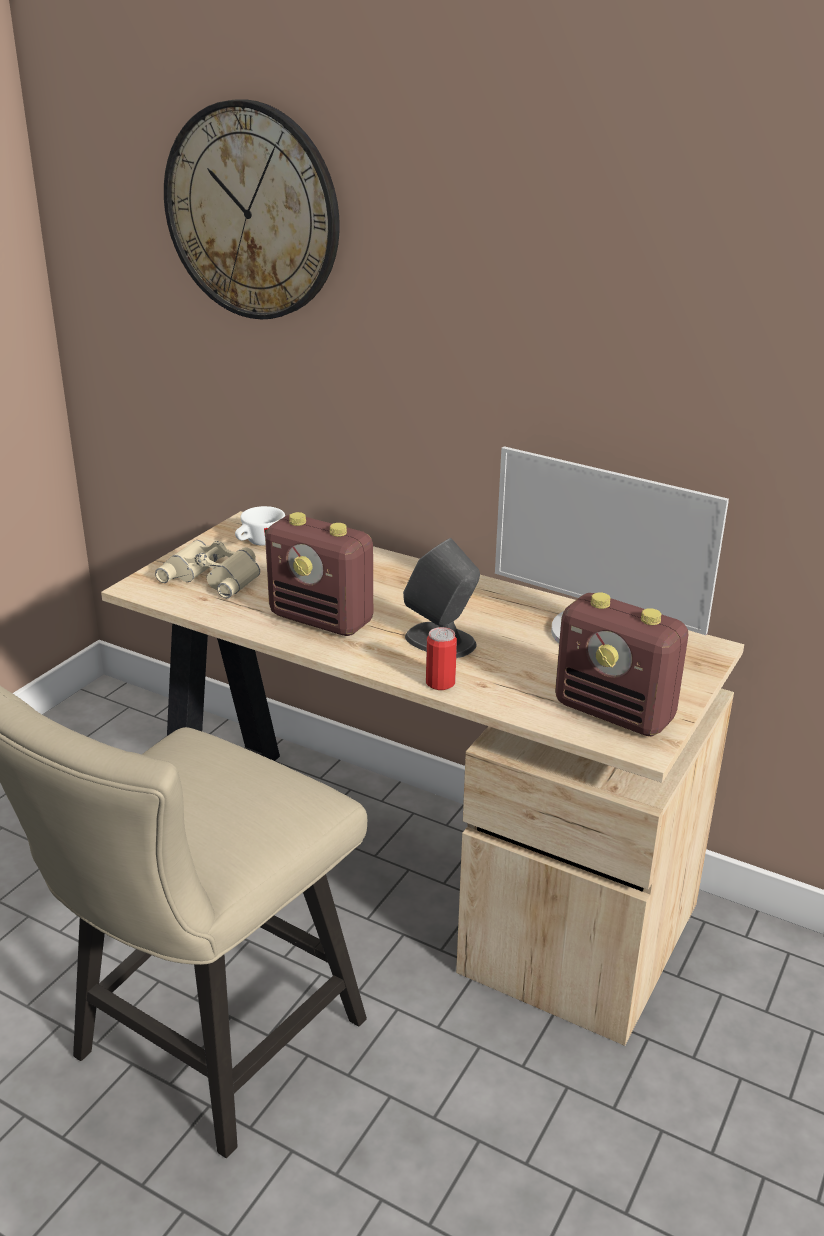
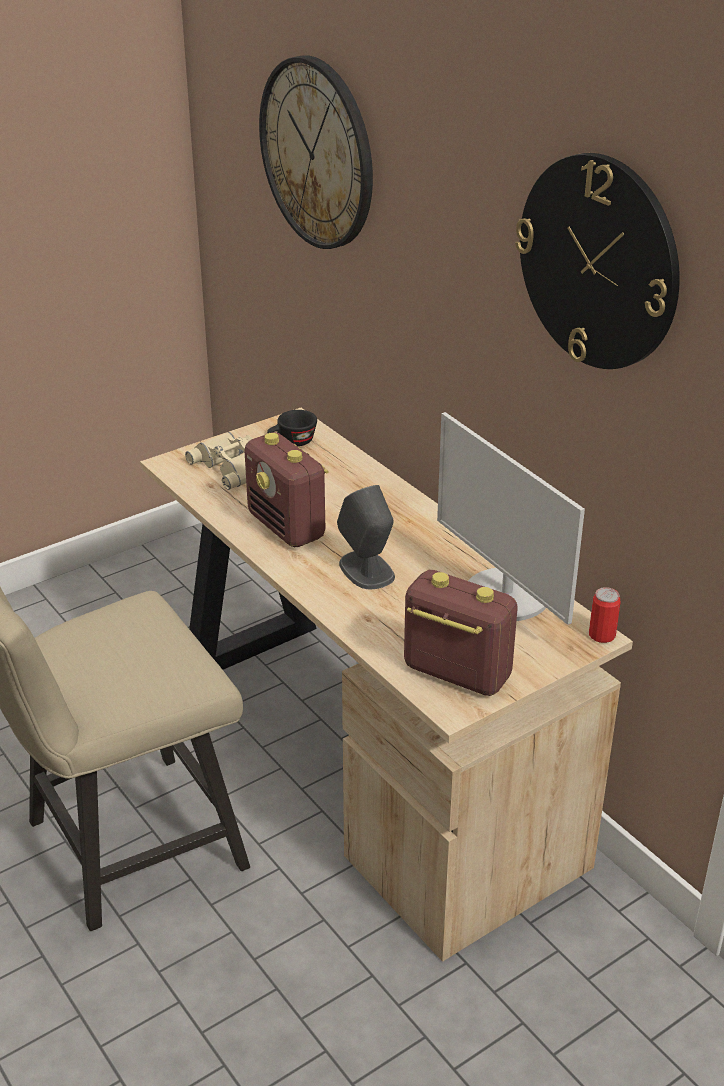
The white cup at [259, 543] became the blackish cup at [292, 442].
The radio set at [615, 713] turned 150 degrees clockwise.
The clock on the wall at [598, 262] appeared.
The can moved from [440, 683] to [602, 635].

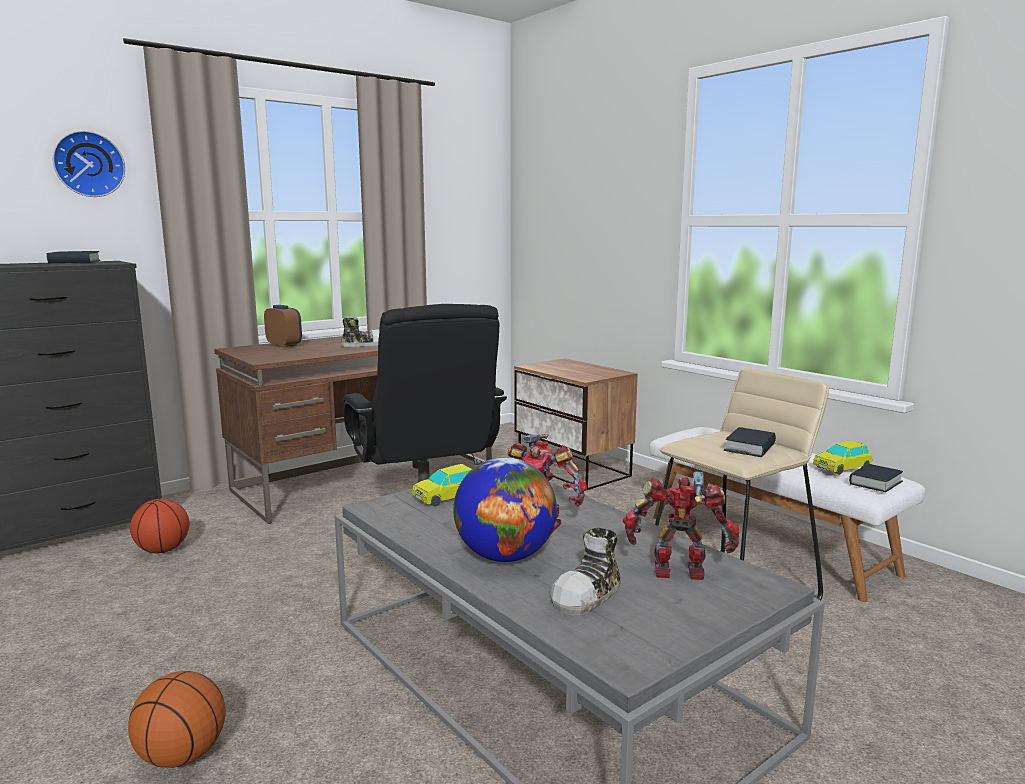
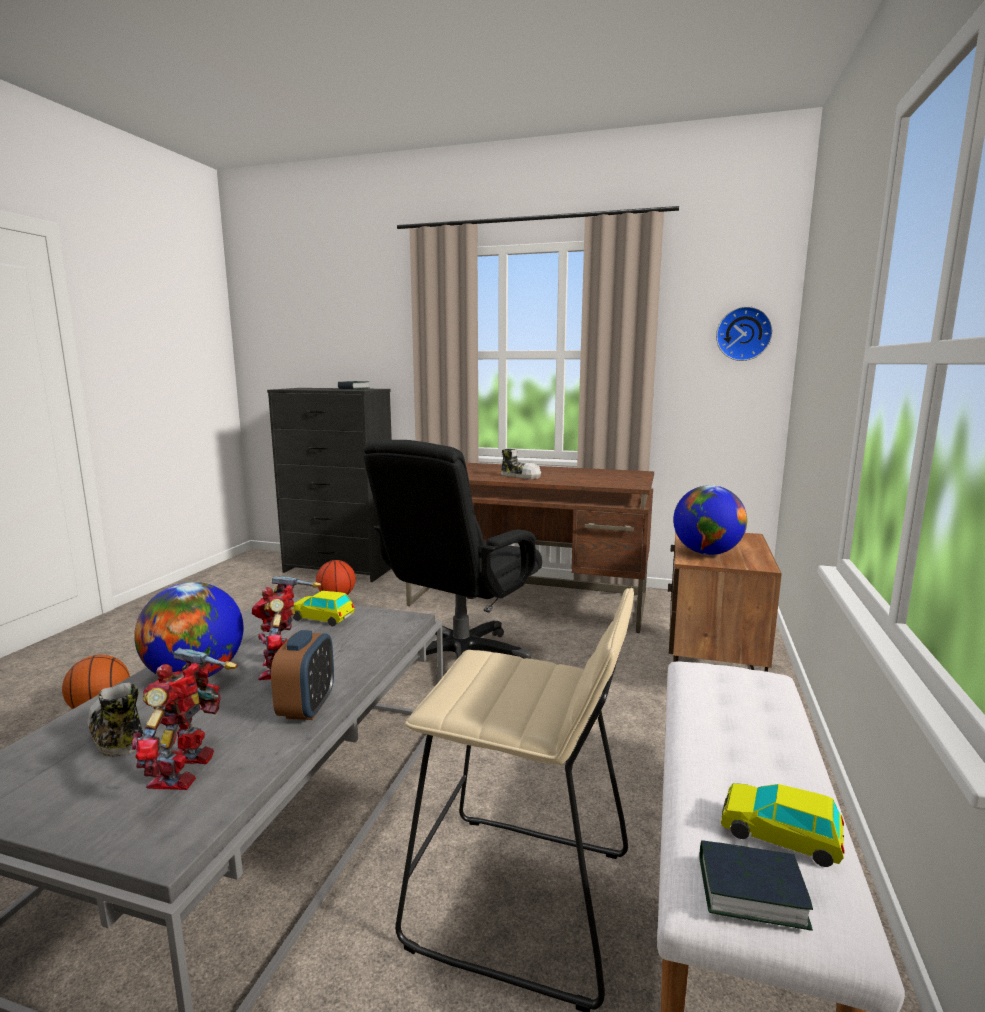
The item of footwear at [588, 595] turned 45 degrees clockwise.
The toy robot at [679, 573] turned 150 degrees counterclockwise.
The table clock moved from [284, 345] to [307, 708].
The desk globe at [706, 553] appeared.
The clock on the wall moved from [88, 164] to [743, 334].
The volume at [750, 448] disappeared.

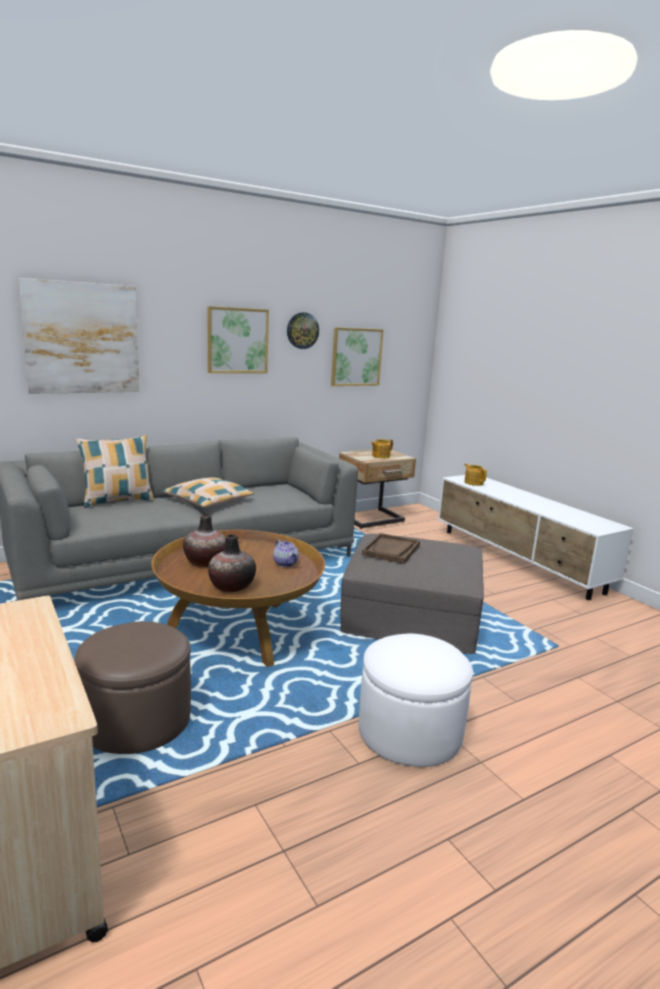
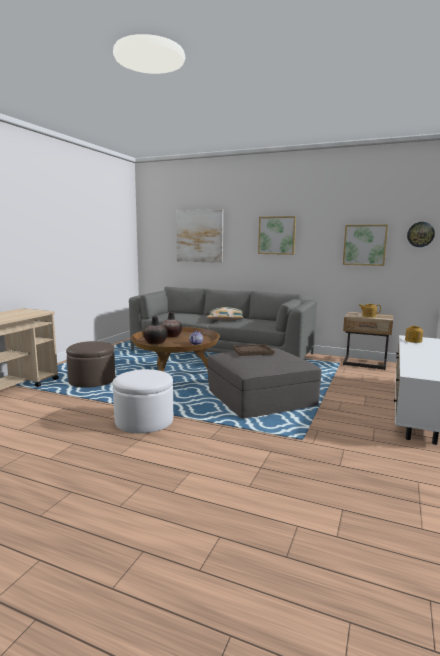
The clock on the wall moved from [302, 330] to [420, 234].
The cushion at [117, 501] disappeared.

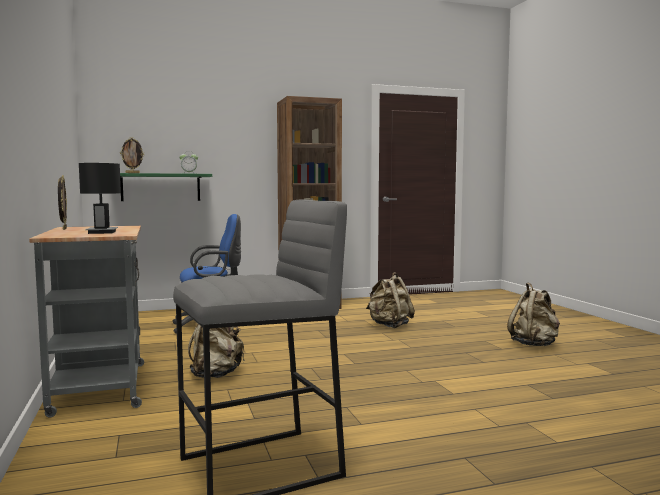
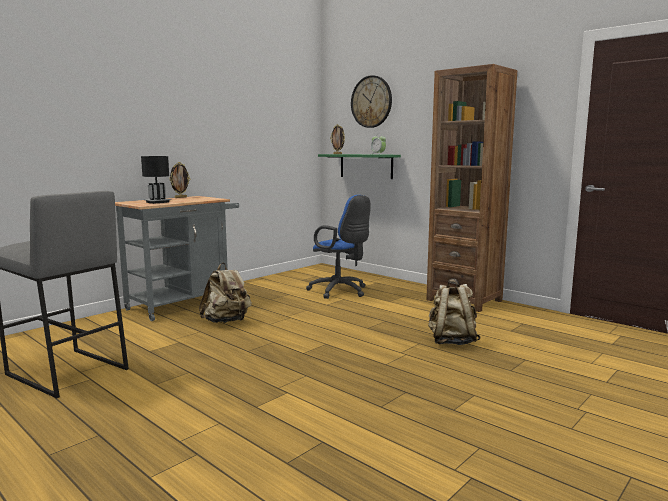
The clock on the wall at [371, 102] appeared.
The beige-coloured backpack at [534, 345] disappeared.

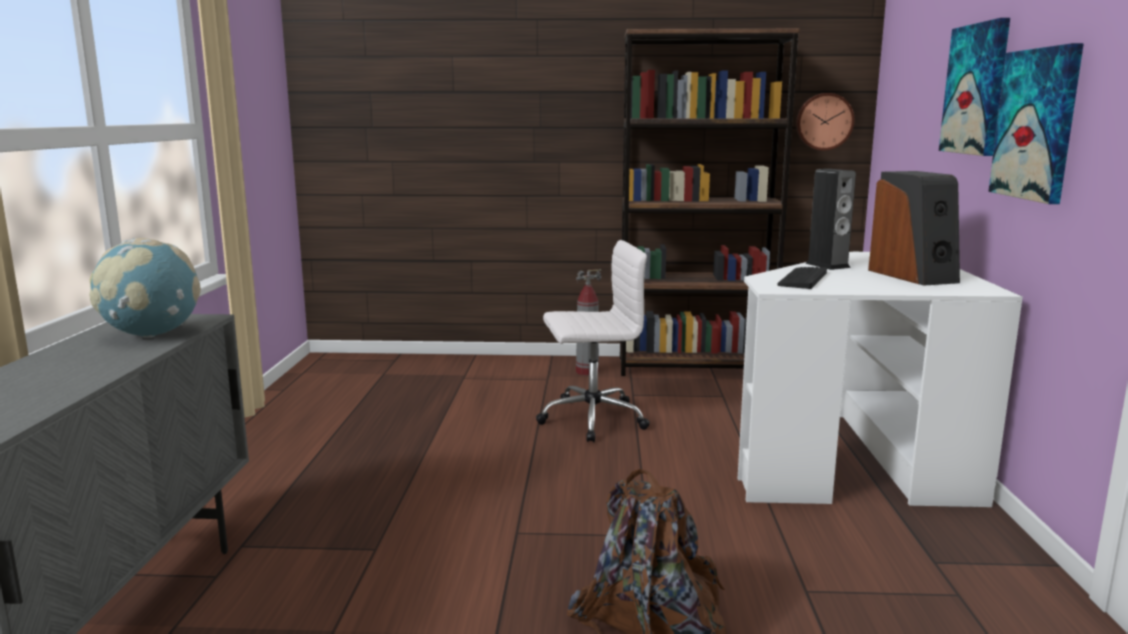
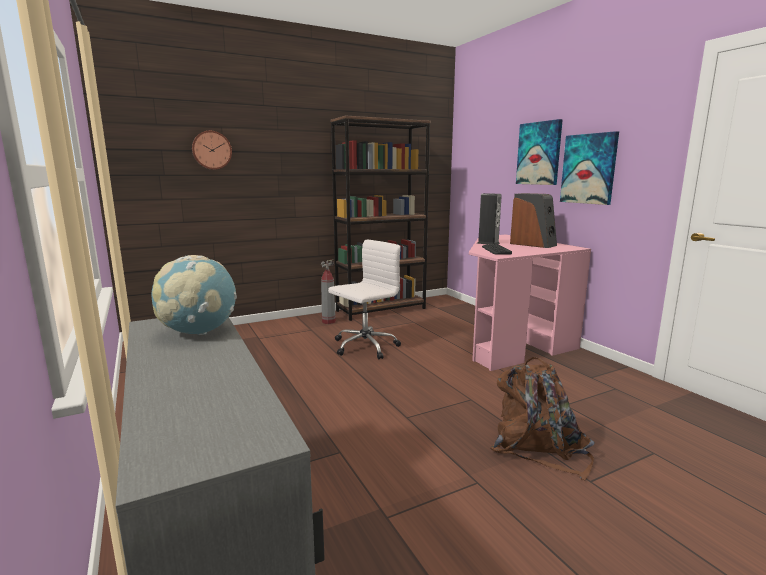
The clock on the wall moved from [824, 121] to [211, 150].
The white desk unit at [856, 461] became the pink desk unit at [508, 340].

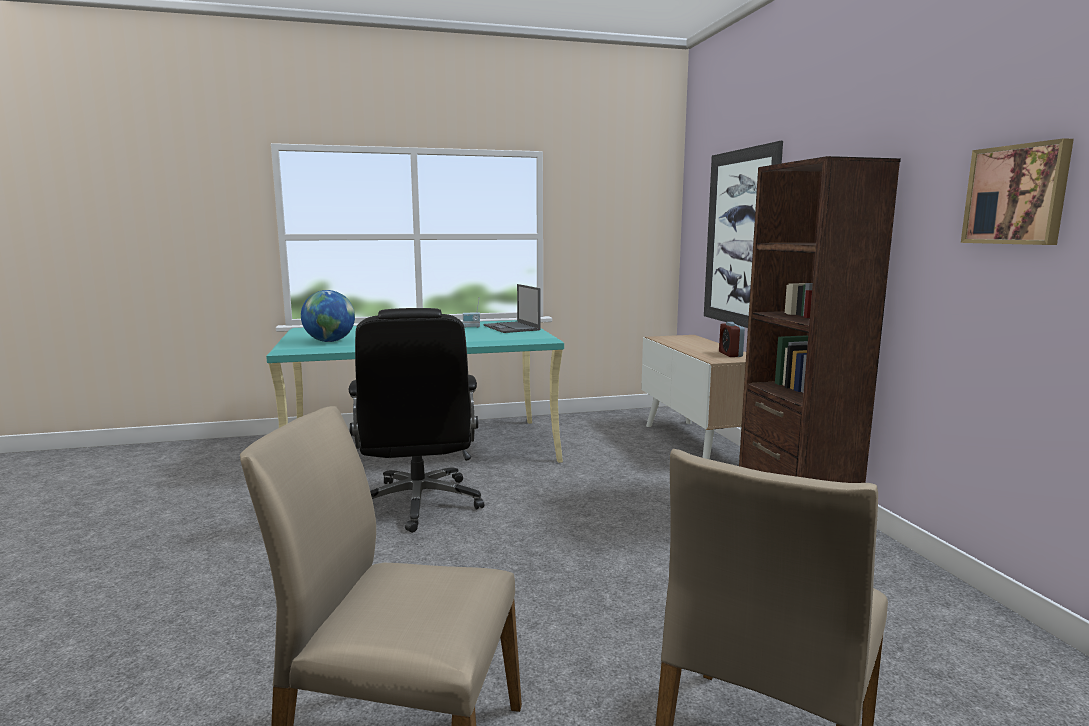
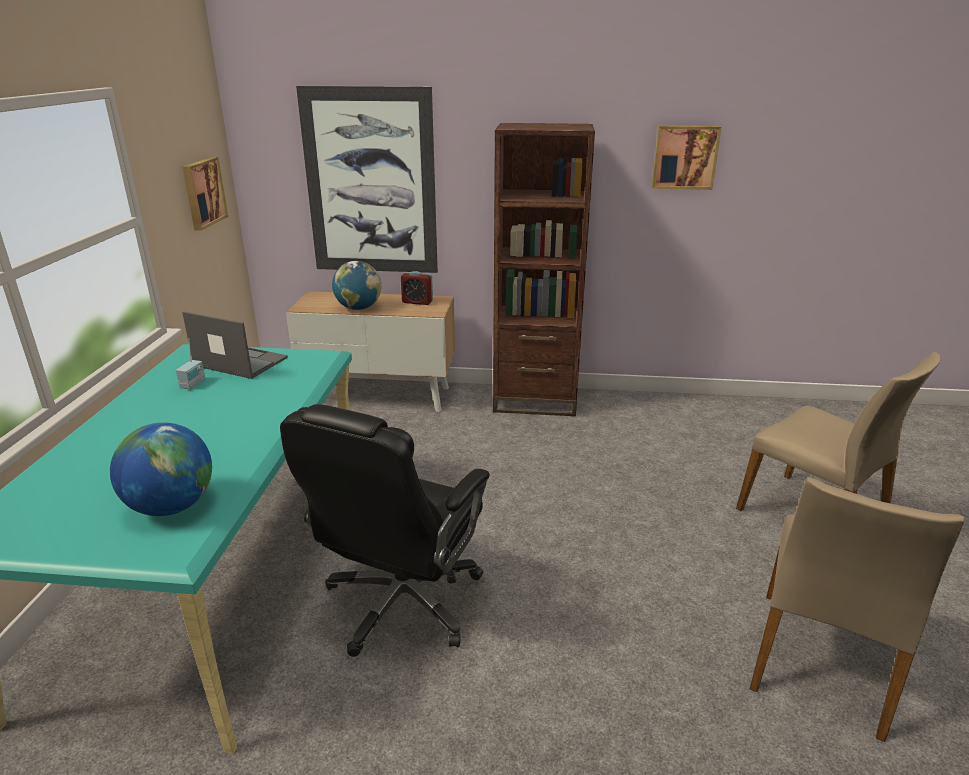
The wall picture at [202, 193] appeared.
The notebook computer at [512, 328] turned 150 degrees counterclockwise.
The blackish computer chair at [418, 504] turned 105 degrees clockwise.
The desk globe at [358, 308] appeared.

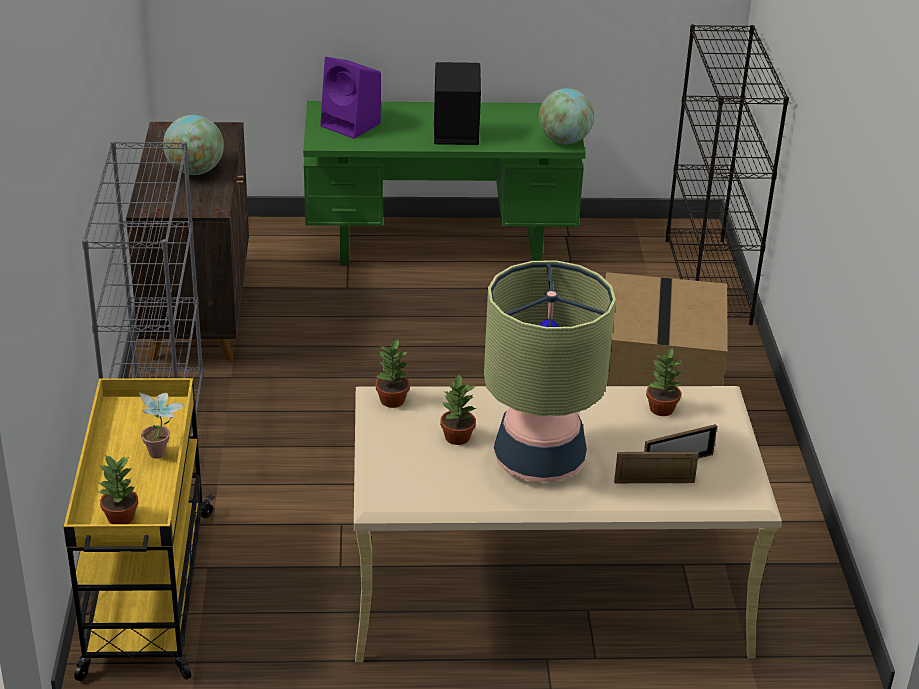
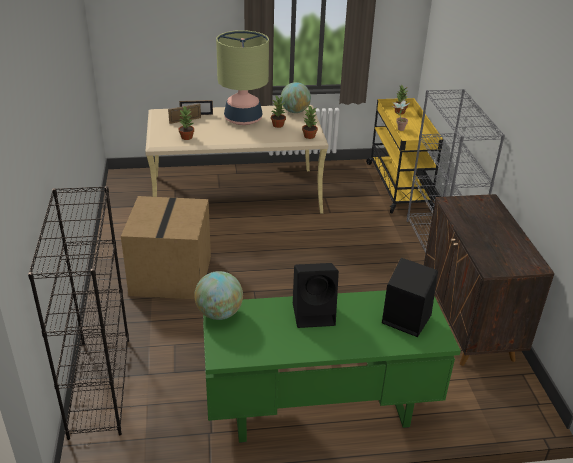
The desk globe moved from [195, 171] to [295, 111].
The purple-coloured speaker at [352, 125] became the blackish speaker at [405, 319].

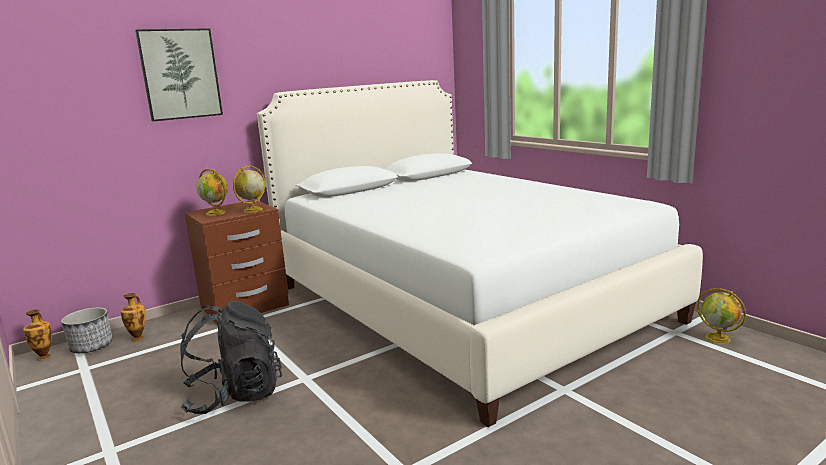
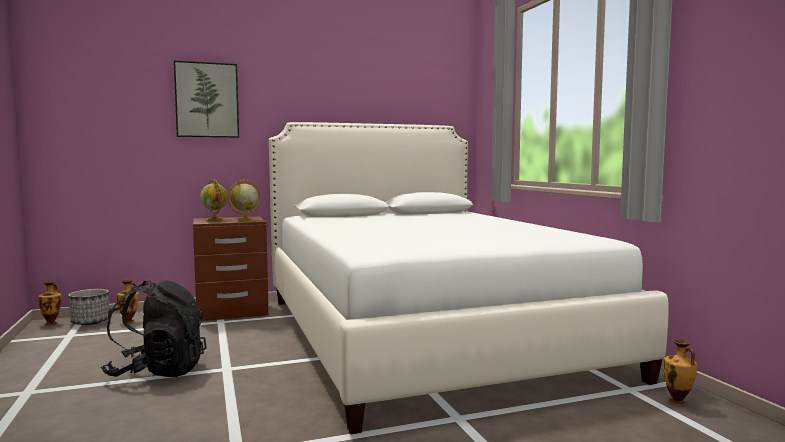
The desk globe at [718, 338] was replaced by the vase at [678, 403].

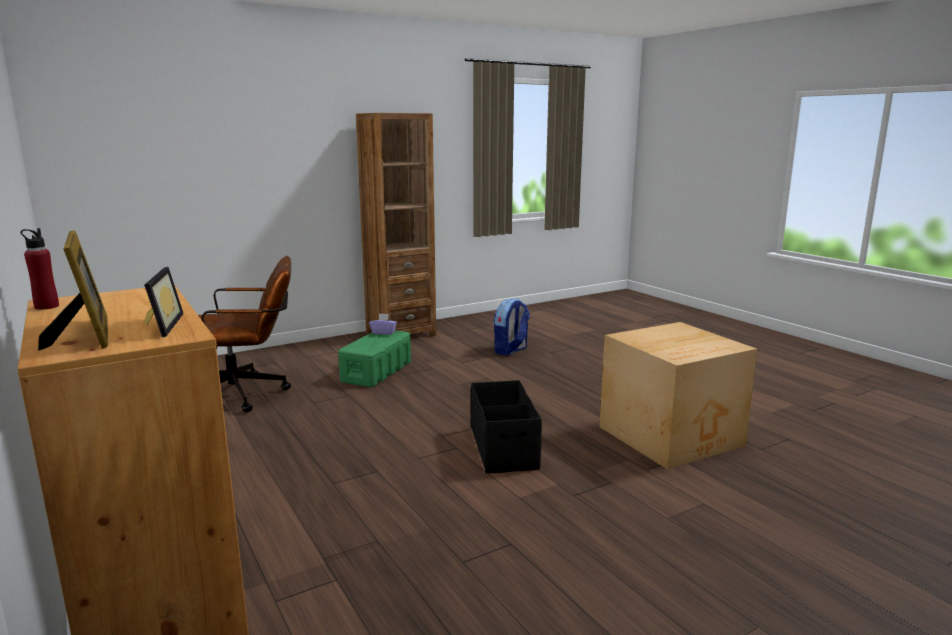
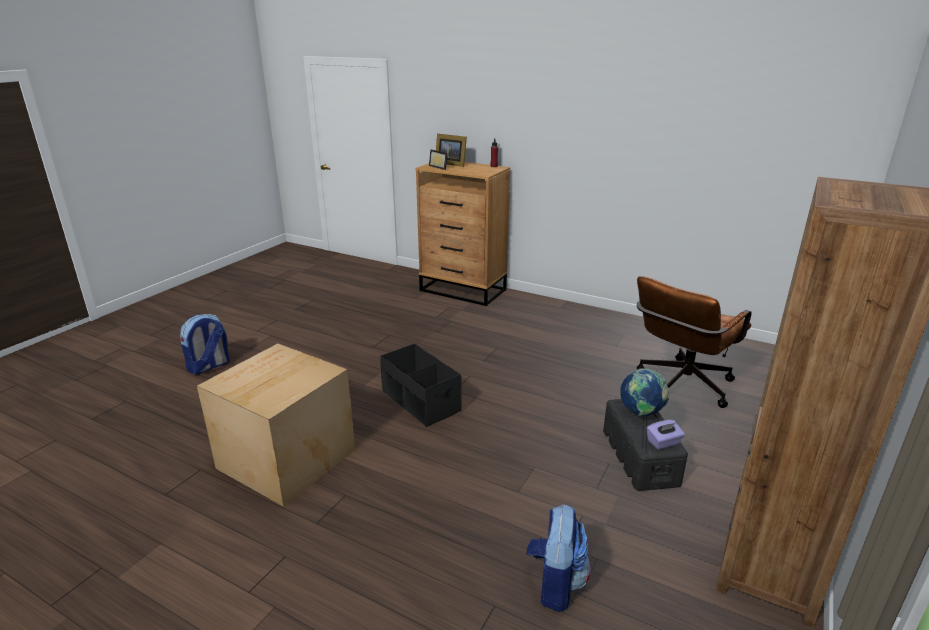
The backpack at [209, 366] appeared.
The green-coloured storage box at [377, 371] became the blackish storage box at [640, 458].
The desk globe at [641, 413] appeared.

